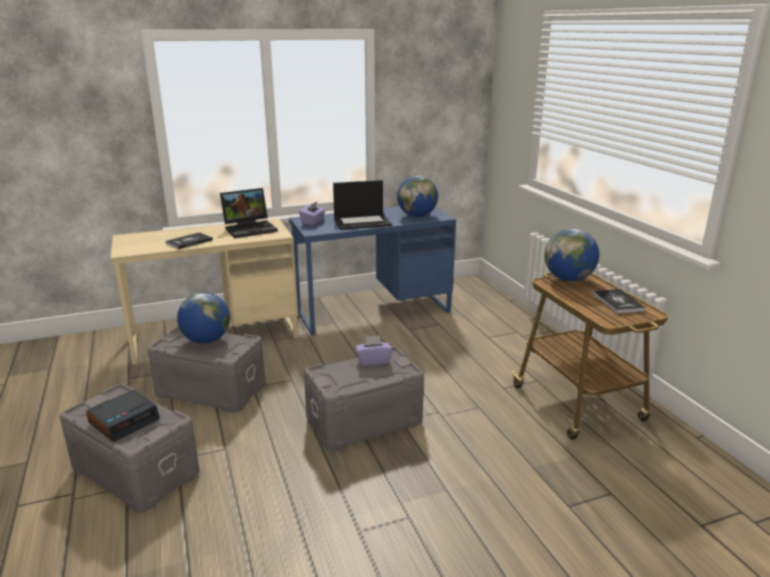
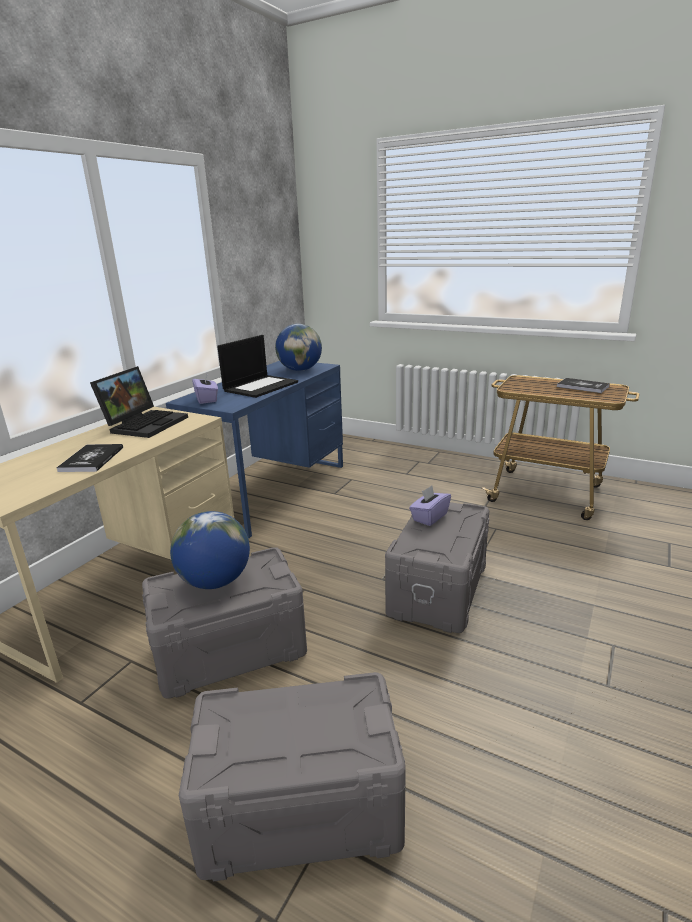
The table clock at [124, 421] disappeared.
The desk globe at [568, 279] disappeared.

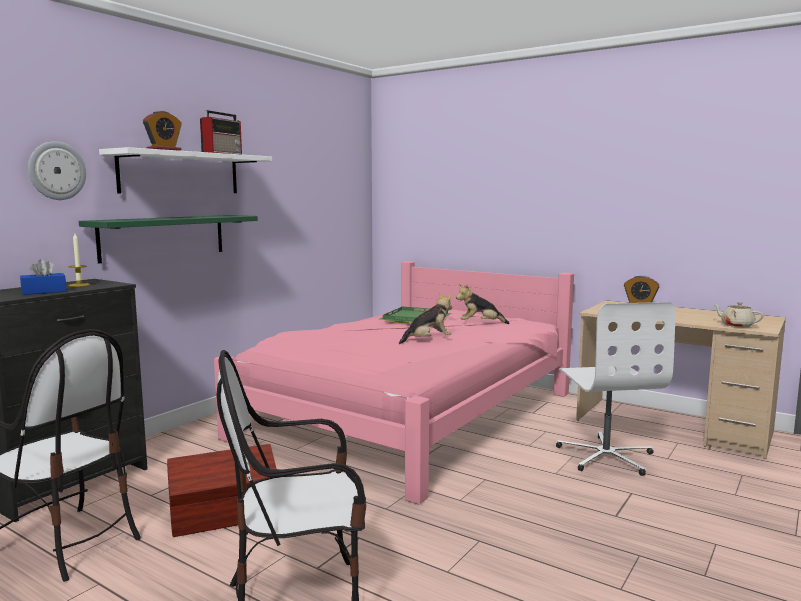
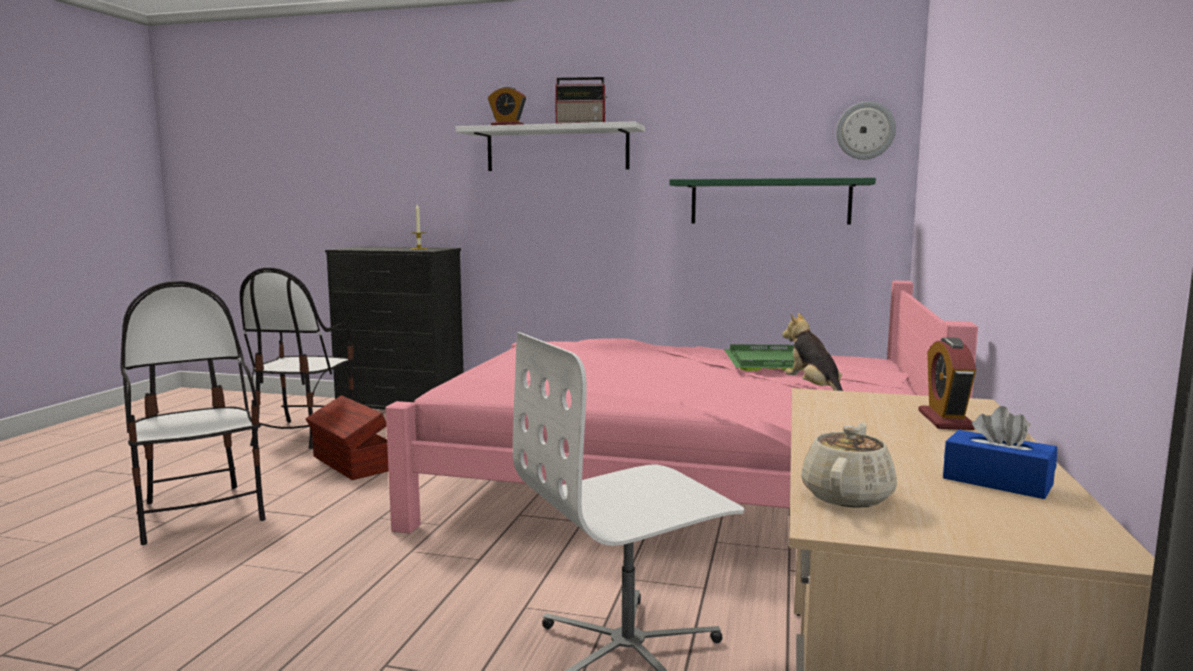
The green-coloured wall shelf moved from [163, 237] to [770, 202].
The clock on the wall moved from [56, 171] to [865, 130].
The blue tissue box moved from [44, 291] to [997, 481].
The plush toy at [428, 341] disappeared.

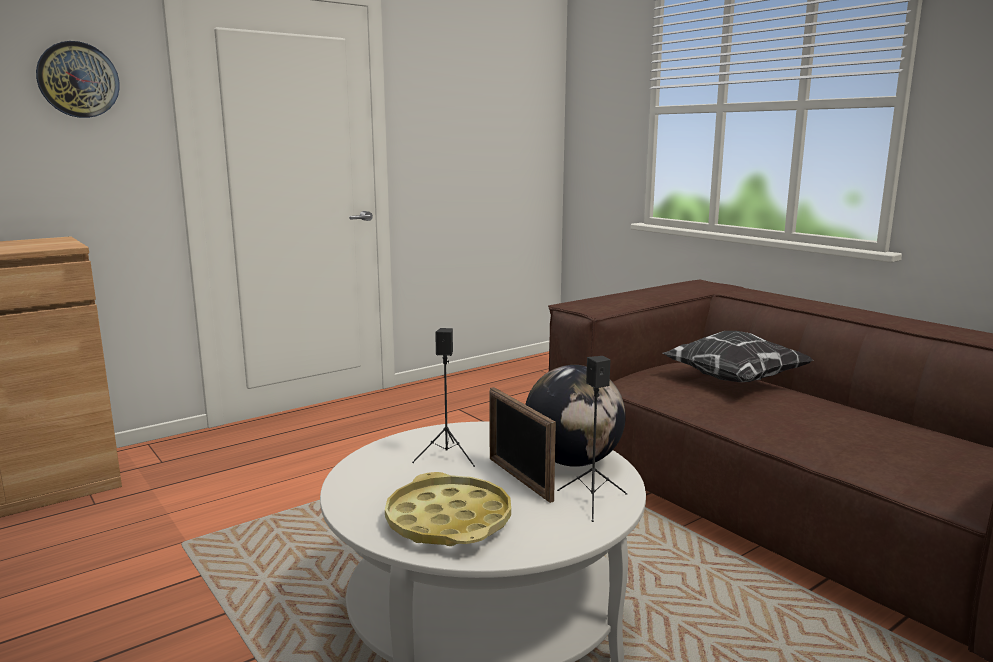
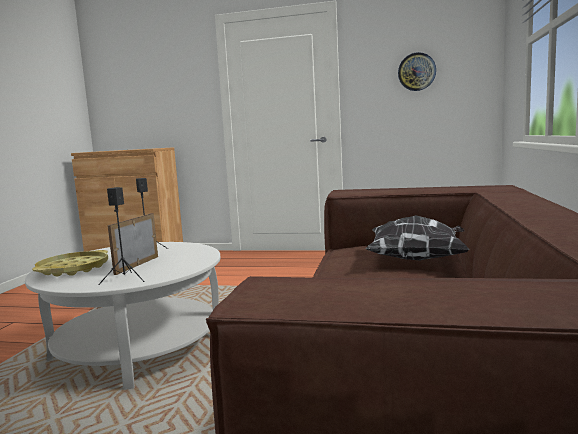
The clock on the wall moved from [78, 80] to [416, 72].
The desk globe at [573, 462] disappeared.

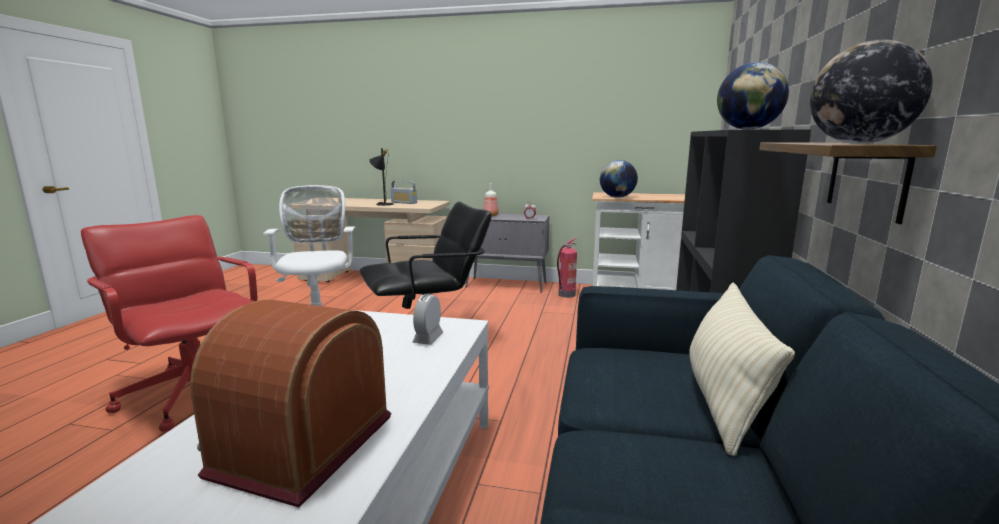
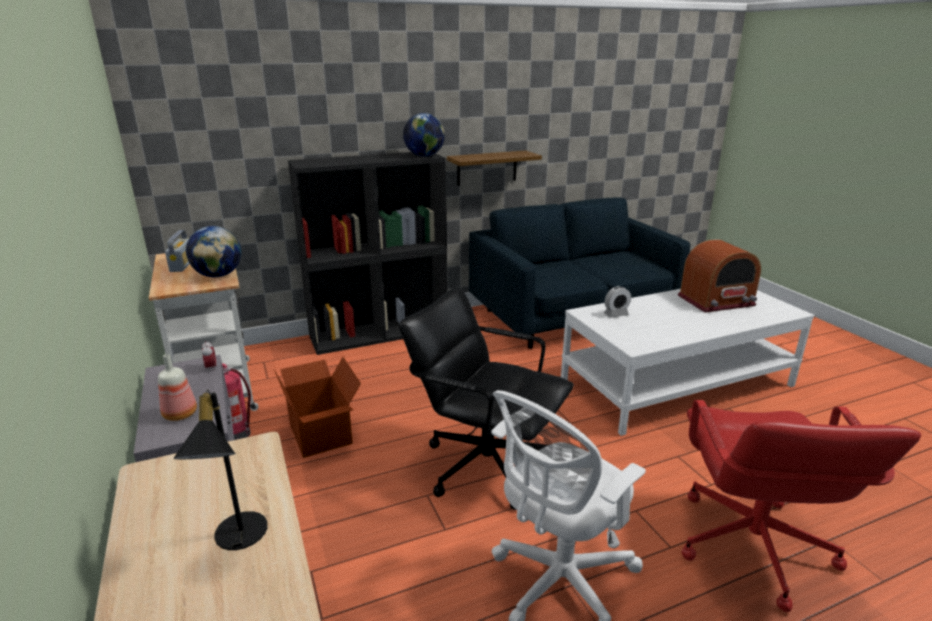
The radio set moved from [404, 202] to [182, 265].
The carton at [322, 434] appeared.
The beige-coloured cushion at [723, 401] disappeared.
The desk globe at [858, 143] disappeared.

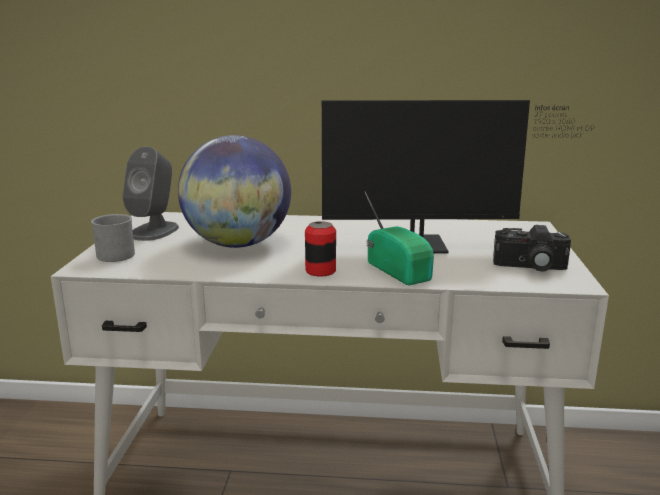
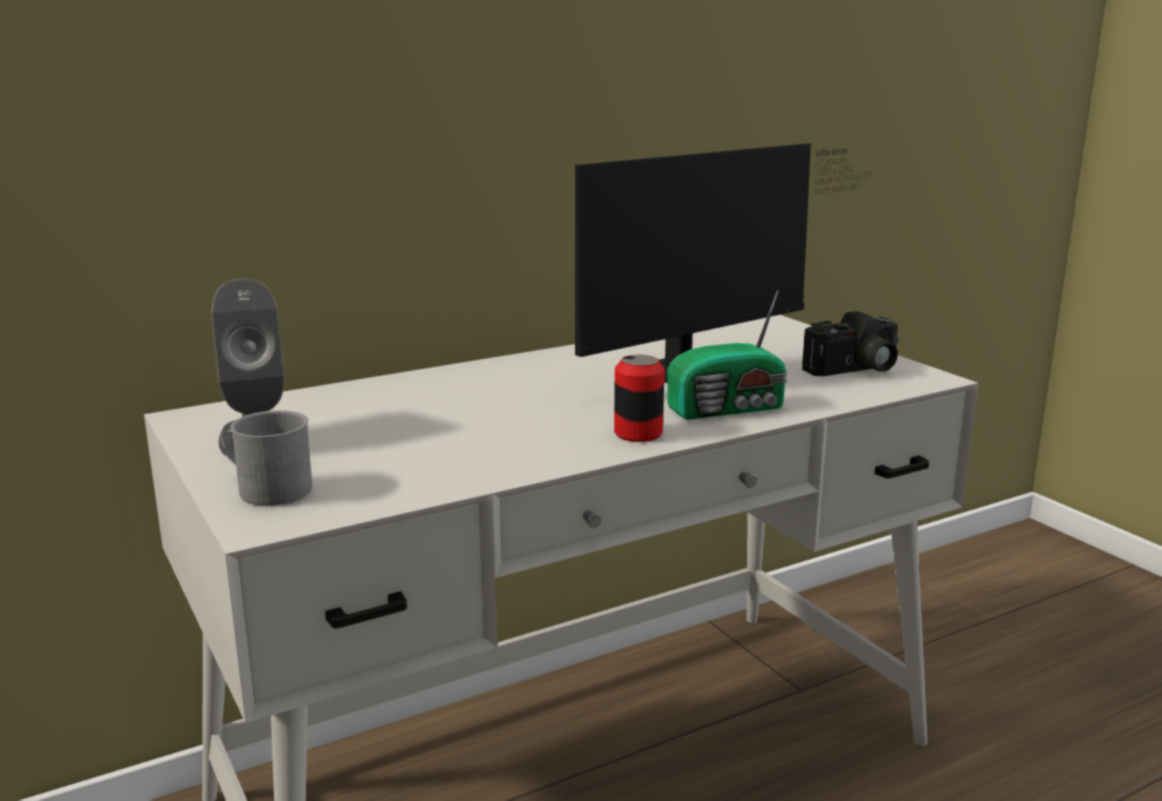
The radio set at [398, 270] turned 135 degrees clockwise.
The desk globe at [238, 244] disappeared.

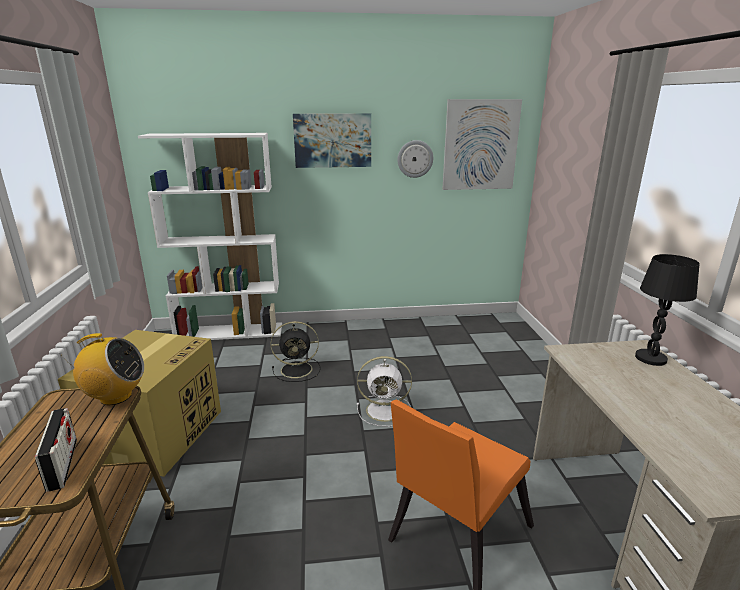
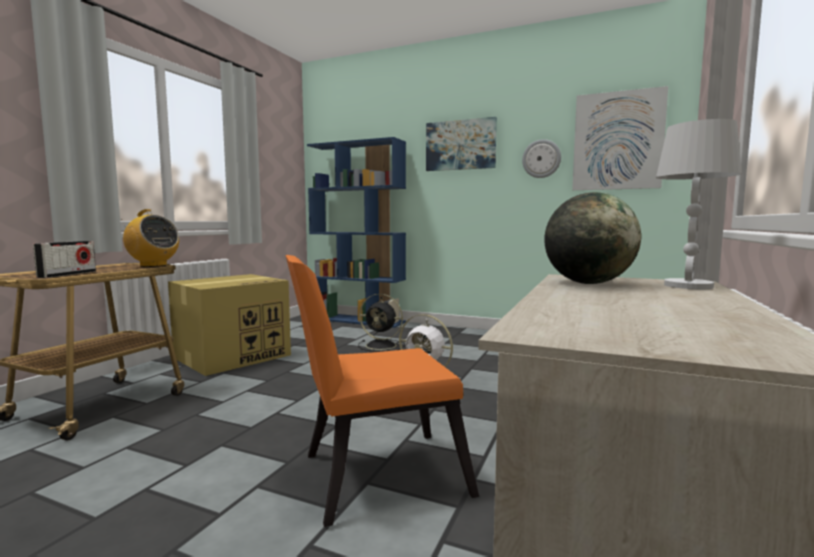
The white bookcase at [230, 332] became the blue bookcase at [358, 320].
The desk globe at [588, 283] appeared.
The blackish tabletop lamp at [650, 358] became the white tabletop lamp at [687, 286].

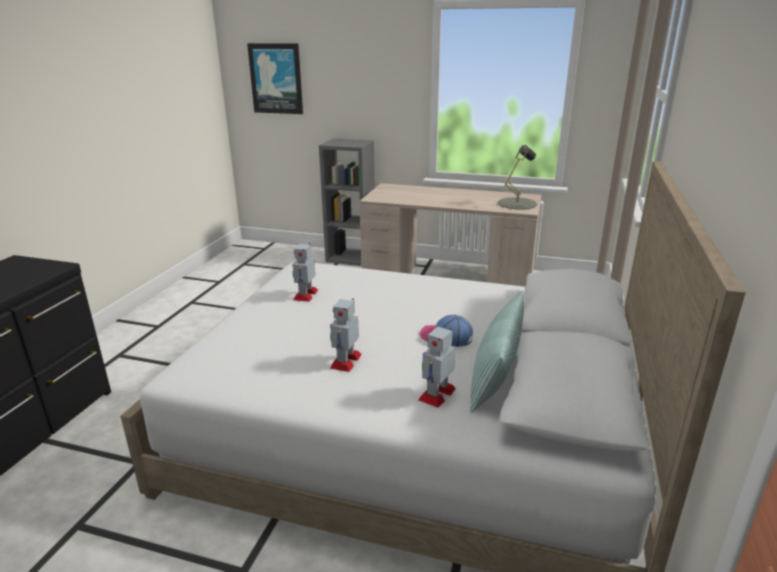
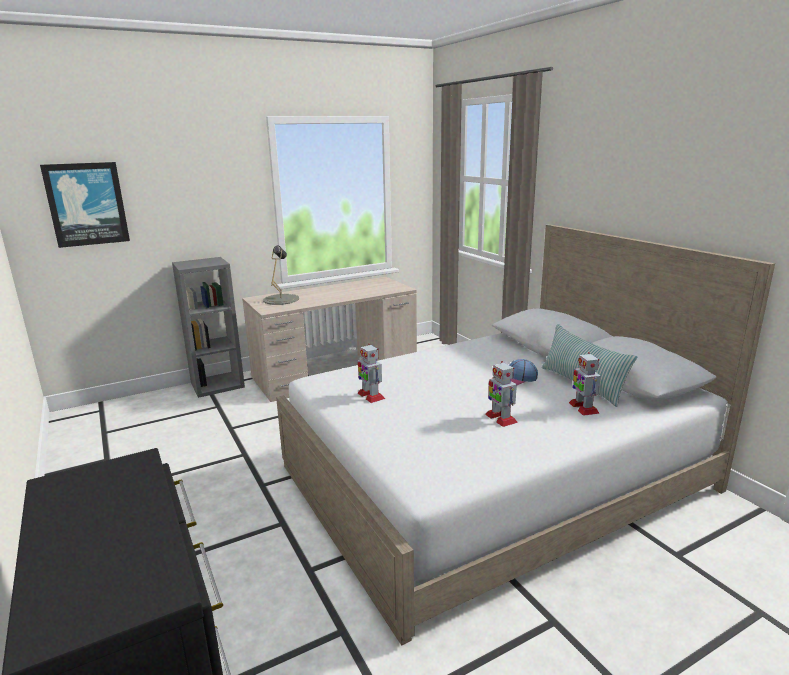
The gray tabletop lamp moved from [517, 203] to [281, 299].

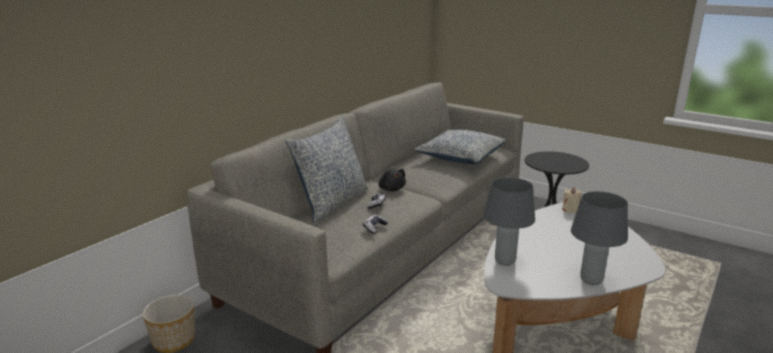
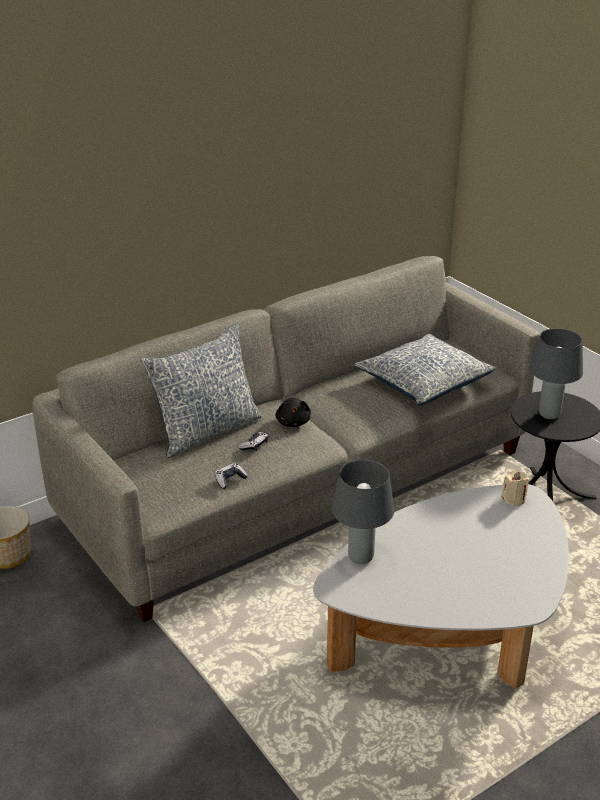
The gray tabletop lamp moved from [591, 281] to [549, 415].

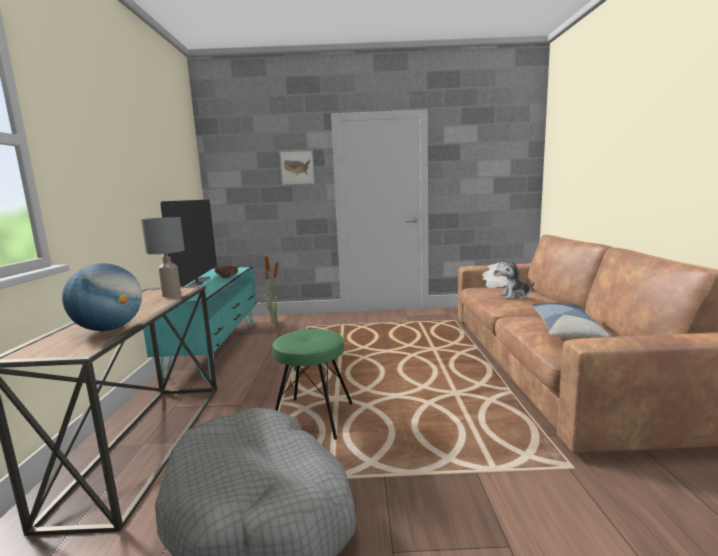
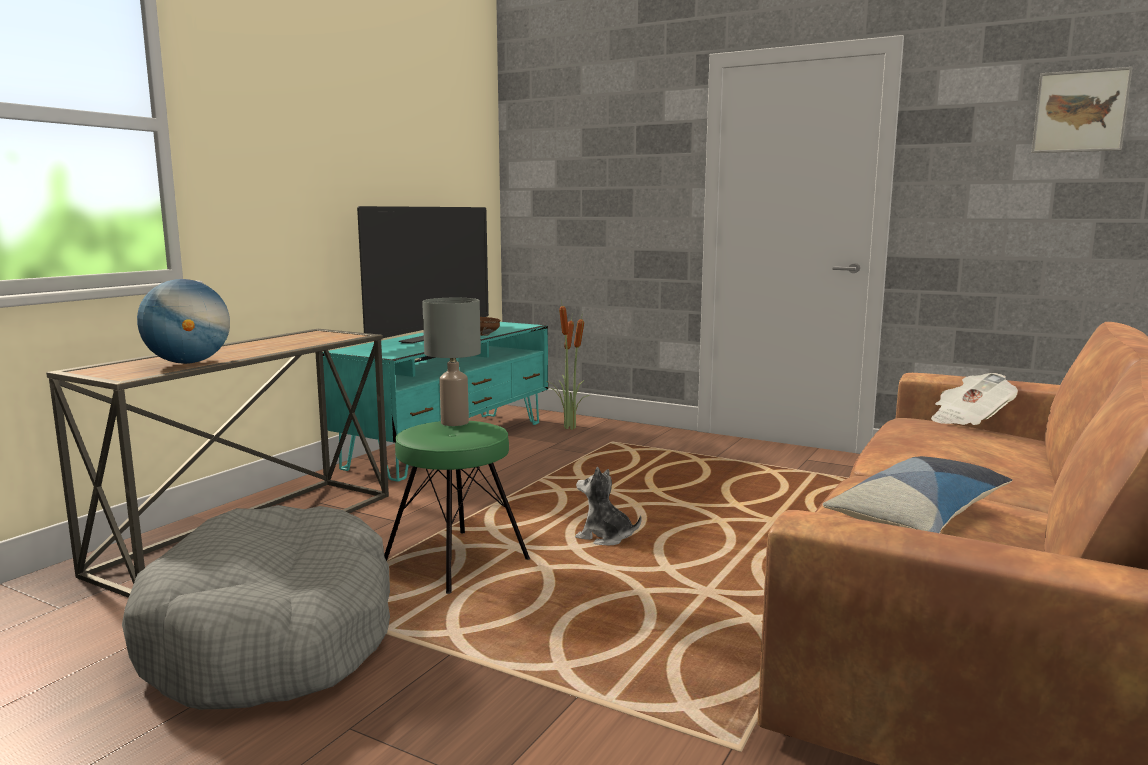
The gray tabletop lamp moved from [172, 295] to [455, 423].
The plush toy moved from [515, 296] to [605, 538].
The wall picture moved from [297, 167] to [1080, 111].

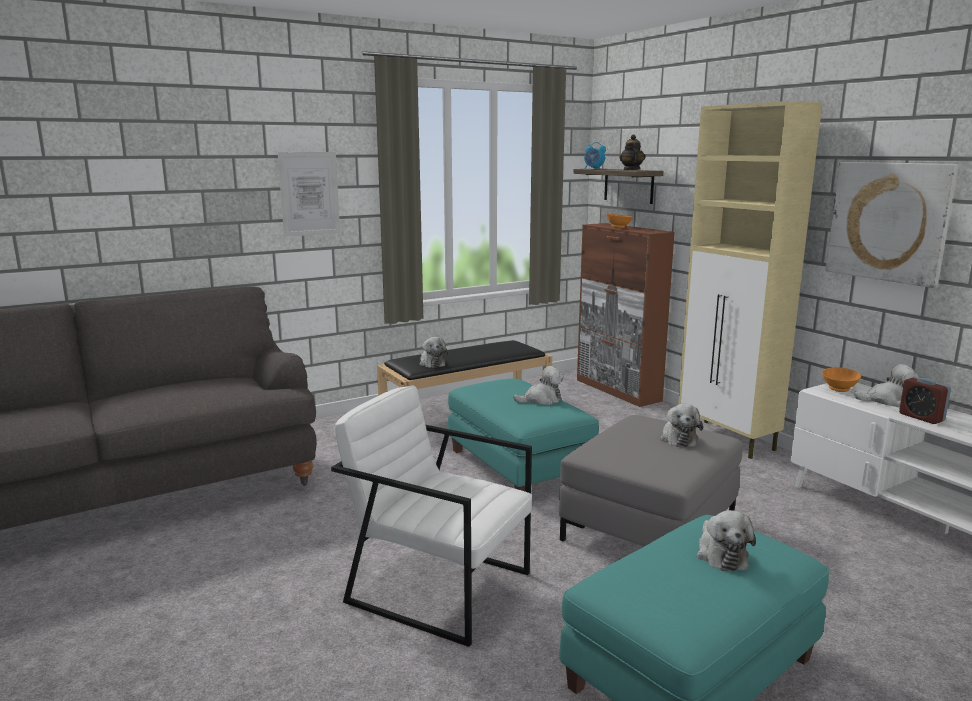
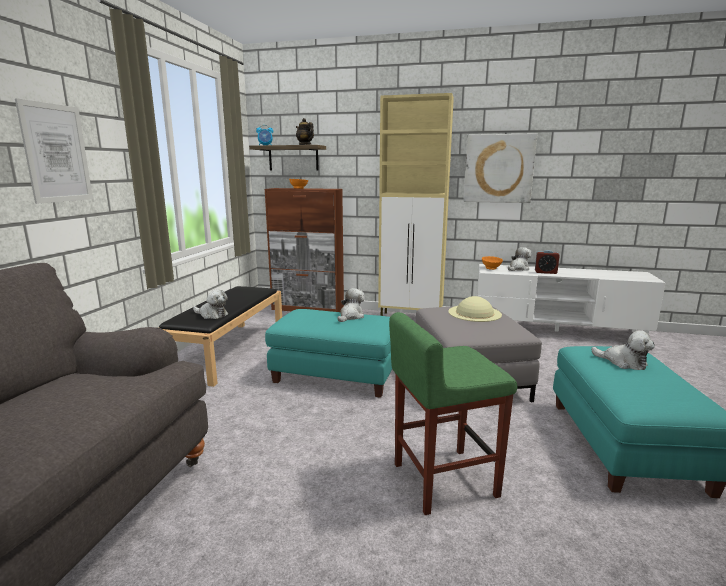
The white lounge chair at [439, 586] was replaced by the green-coloured stool seat at [443, 480].
The plush toy at [678, 438] was replaced by the beige-coloured clothing hat at [474, 313].

